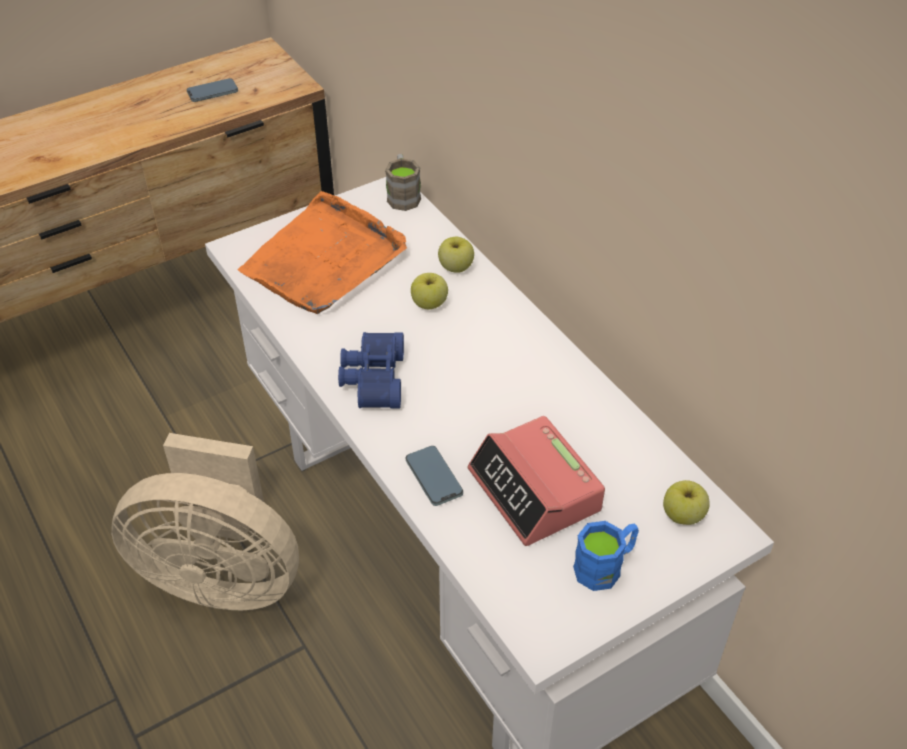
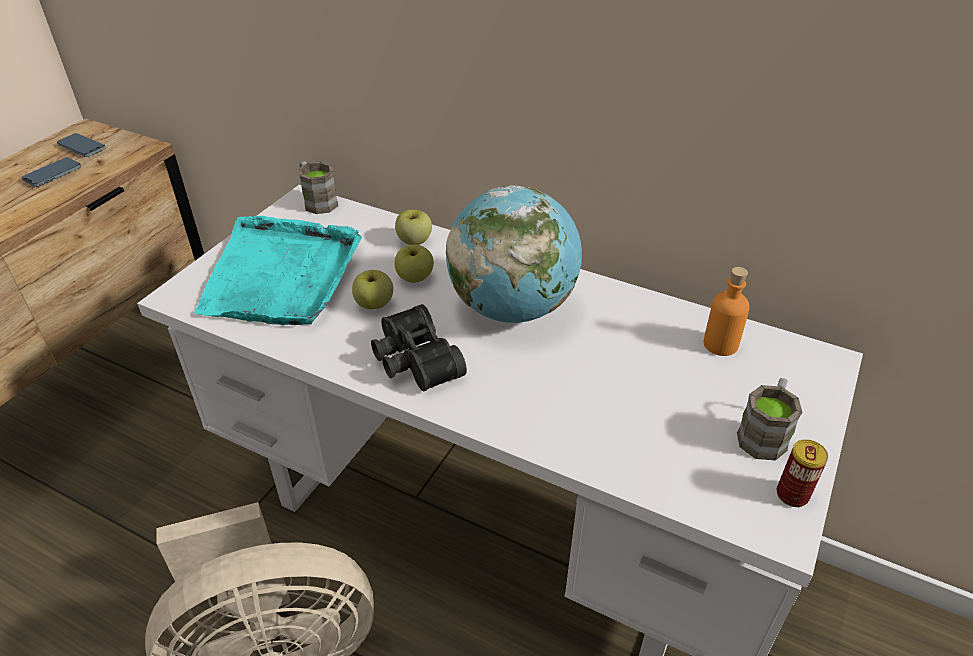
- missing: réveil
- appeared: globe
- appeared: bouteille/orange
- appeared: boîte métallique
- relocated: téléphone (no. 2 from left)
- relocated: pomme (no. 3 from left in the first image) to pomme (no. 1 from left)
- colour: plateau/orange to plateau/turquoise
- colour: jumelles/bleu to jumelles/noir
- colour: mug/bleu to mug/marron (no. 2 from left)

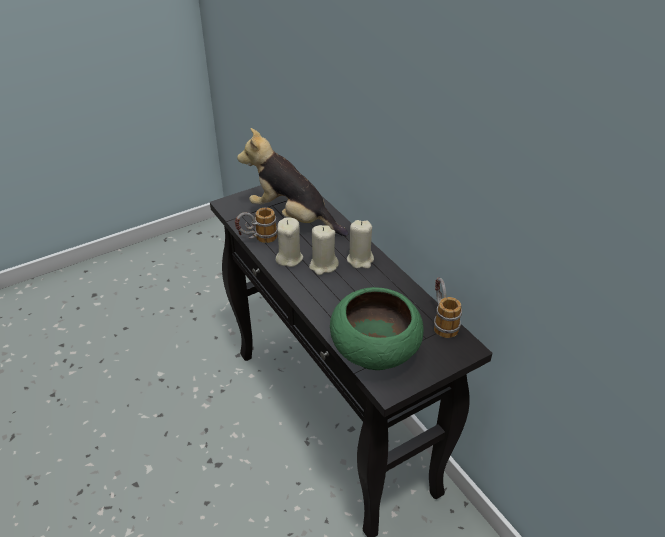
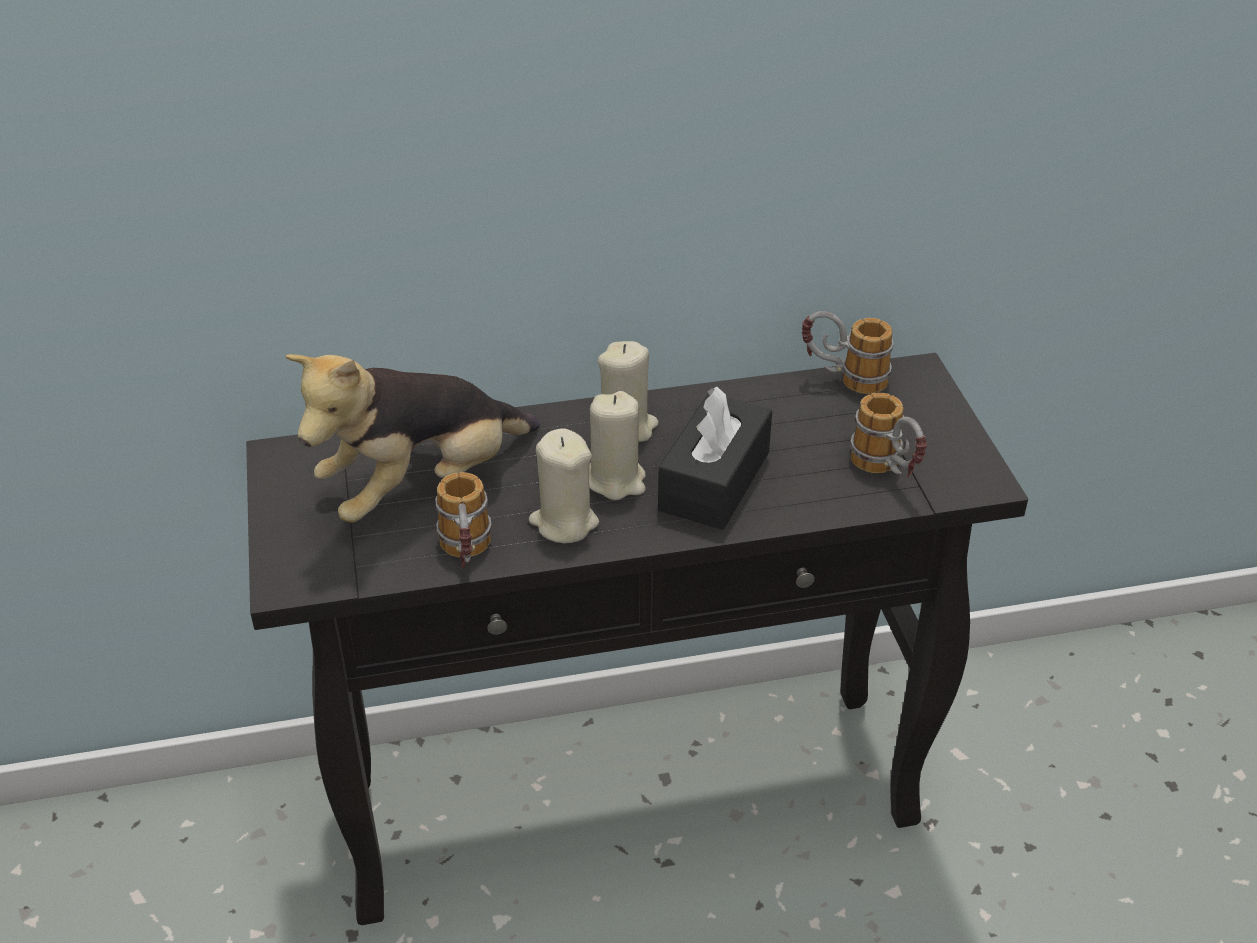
- appeared: boîte à mouchoirs/noir
- exchanged: bol/vert to mug (no. 3 from left)

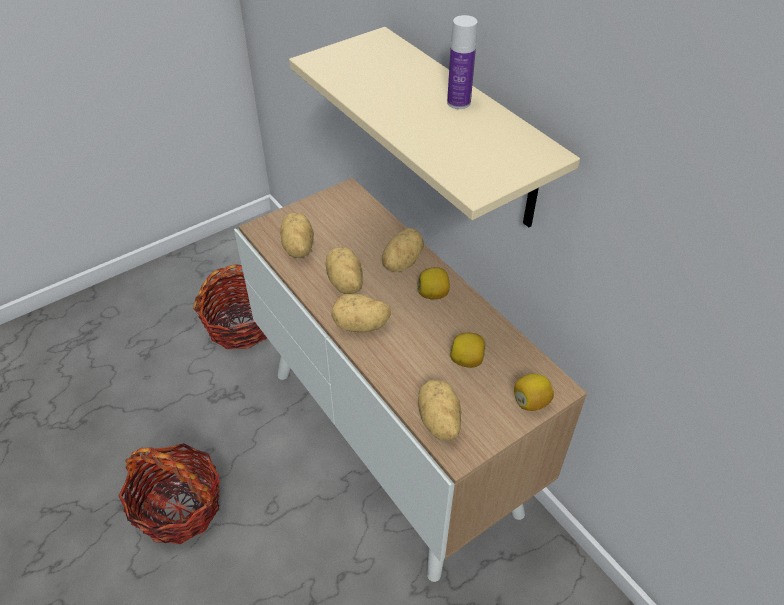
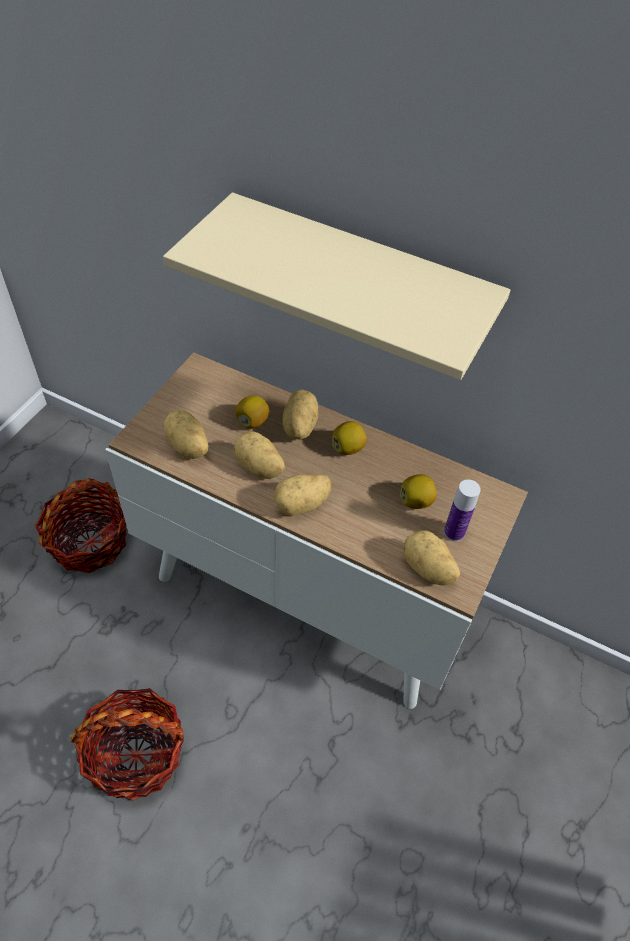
- relocated: bouteille
- relocated: citron (no. 3 from left in the first image) to citron (no. 1 from left)

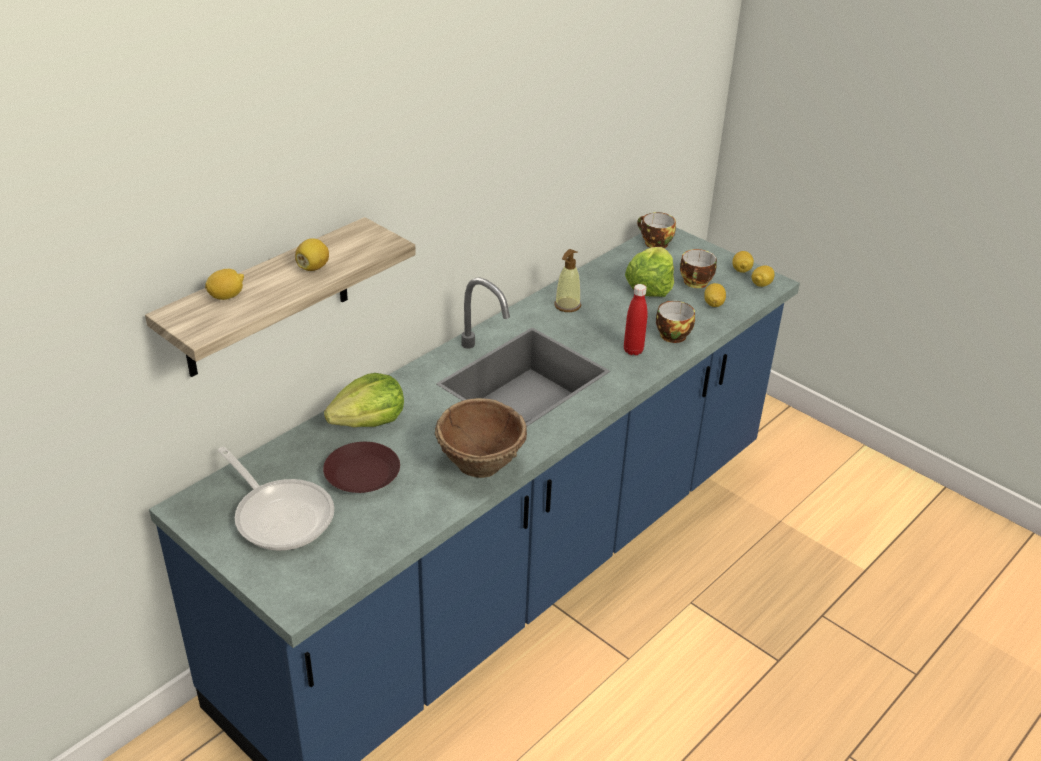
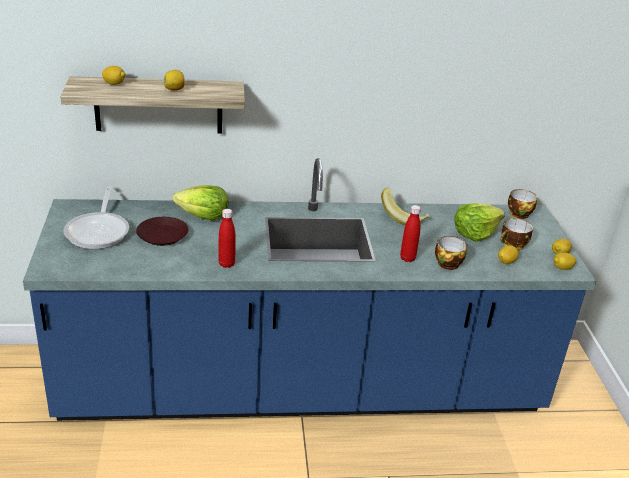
- exchanged: bol/marron to bouteille/rouge (no. 1 from left)
- exchanged: distributeur de savon to banane

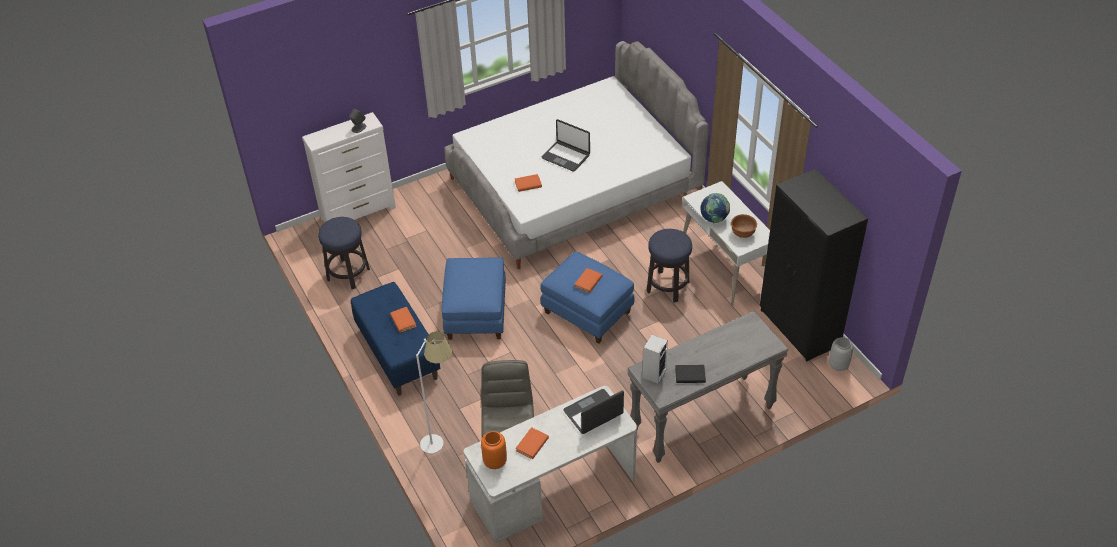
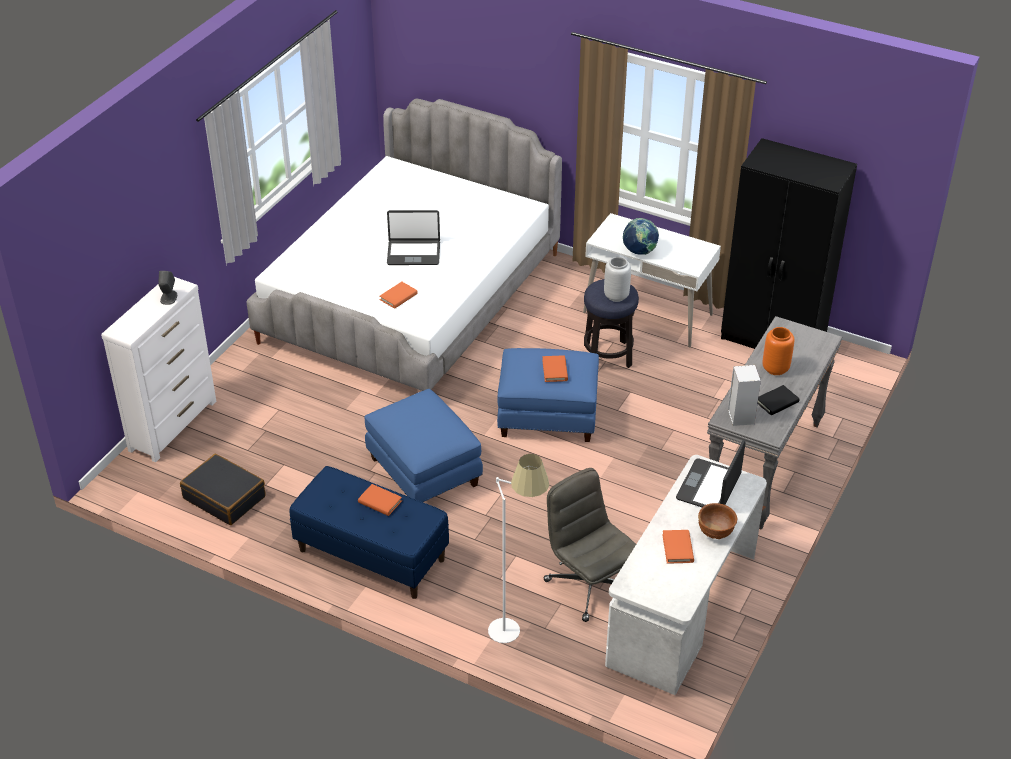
- relocated: vase/orange
- relocated: bol/marron
- relocated: vase/gris
- exchanged: tabouret (no. 1 from left) to valise/noir

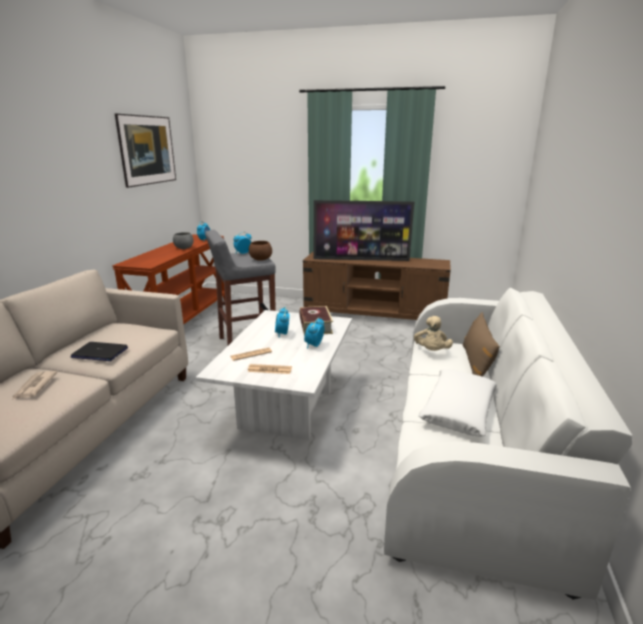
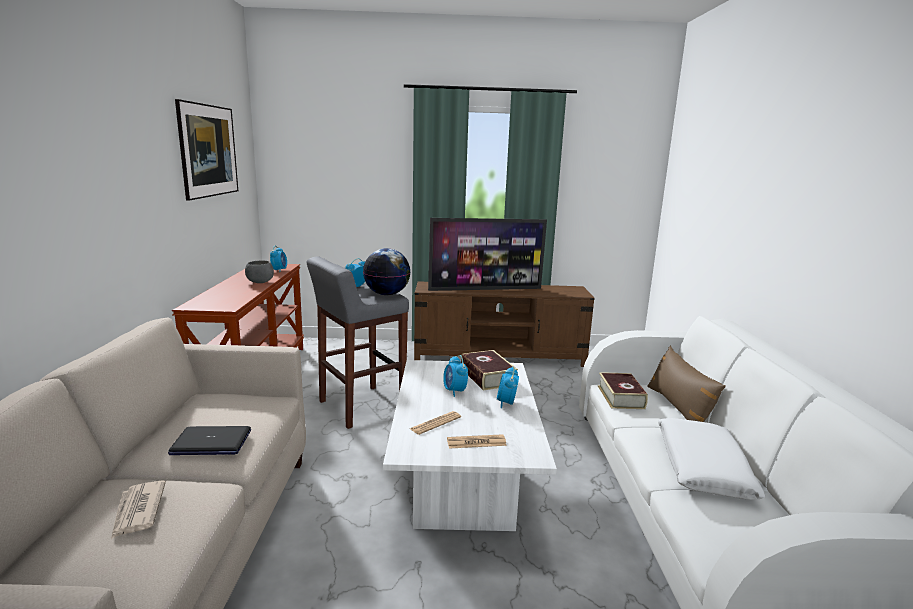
- exchanged: bol/marron to globe
- exchanged: peluche/beige to livre (no. 2 from left)

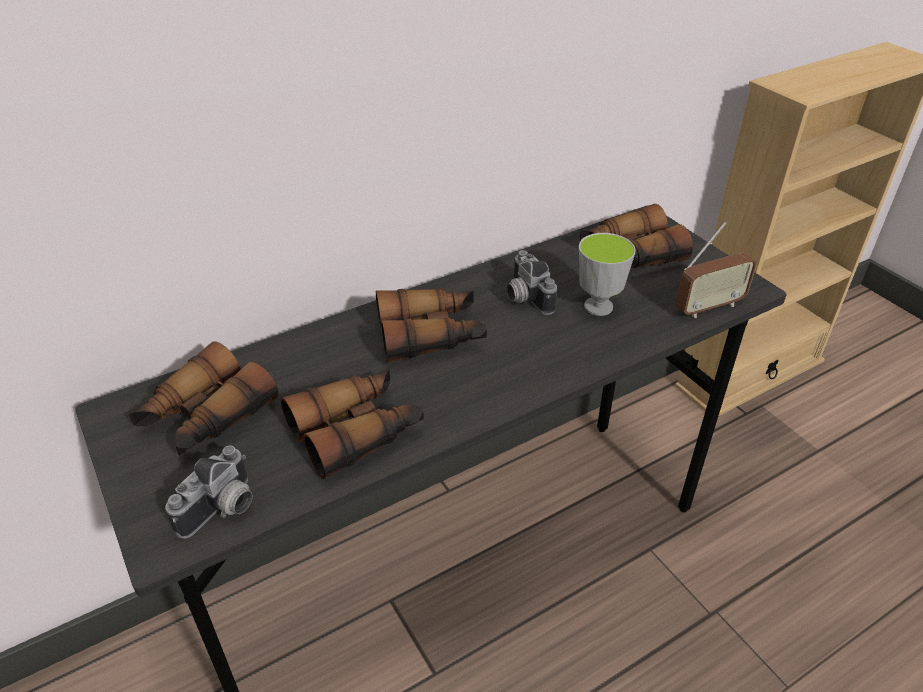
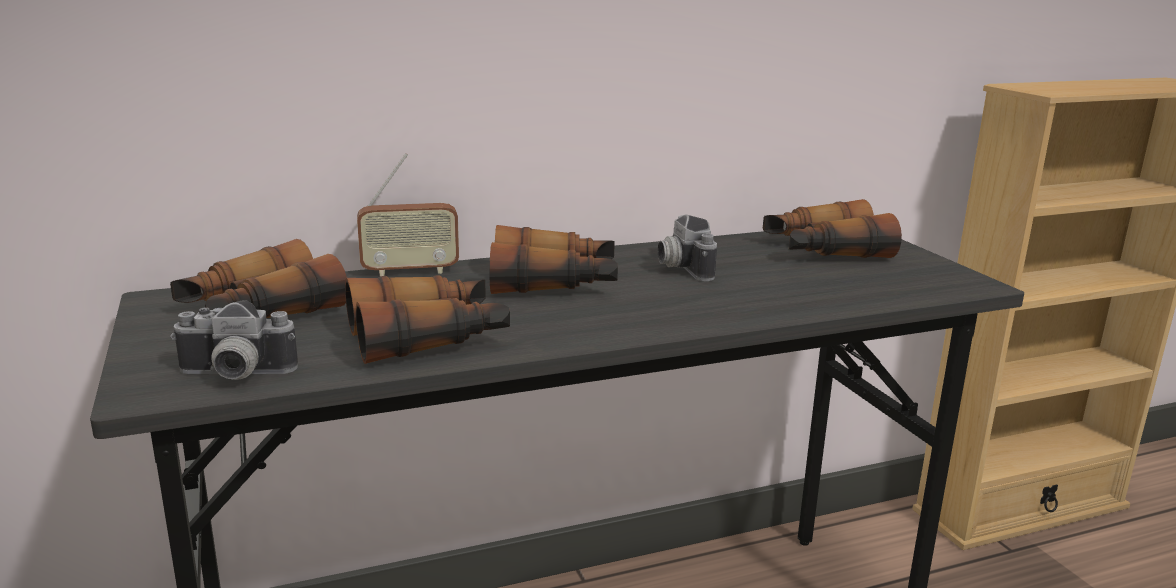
- missing: tasse
- relocated: radio
- spun: appareil photo (no. 1 from left) 45 degrees clockwise

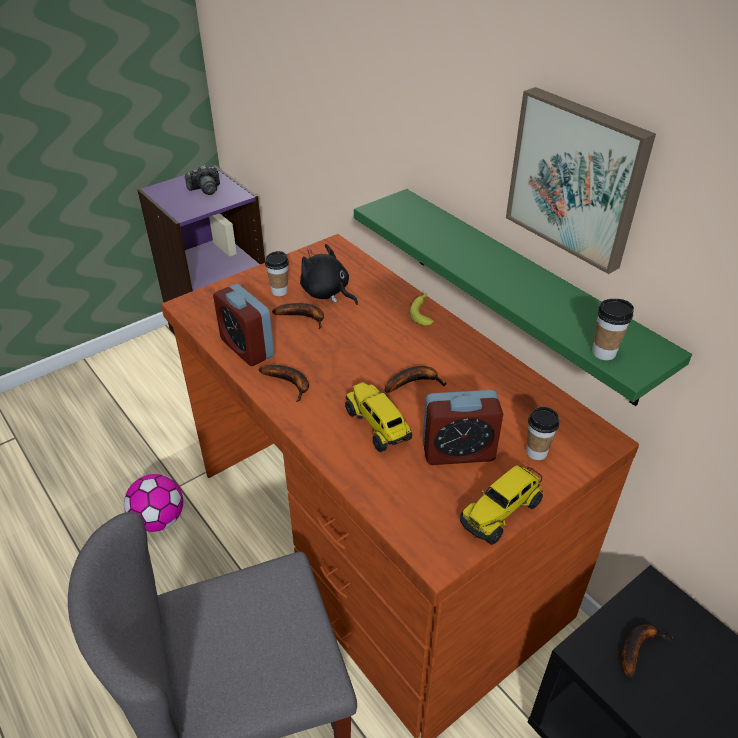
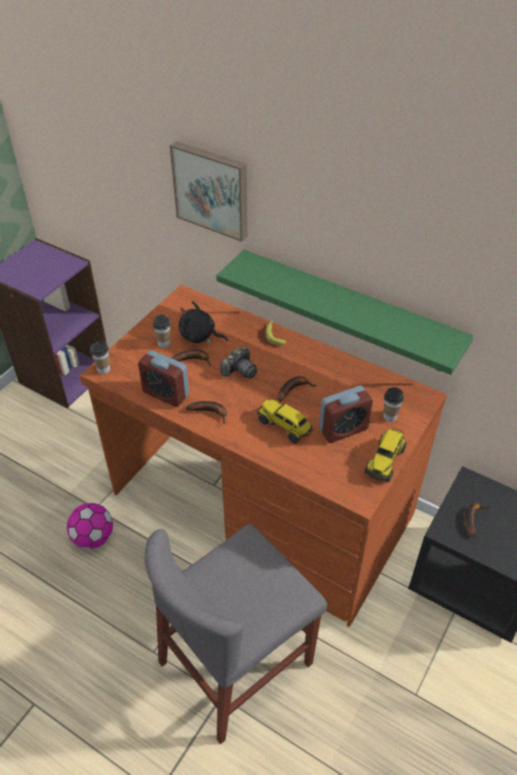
- relocated: appareil photo
- relocated: tableau
- relocated: tasse (no. 3 from left in the first image) to tasse (no. 1 from left)

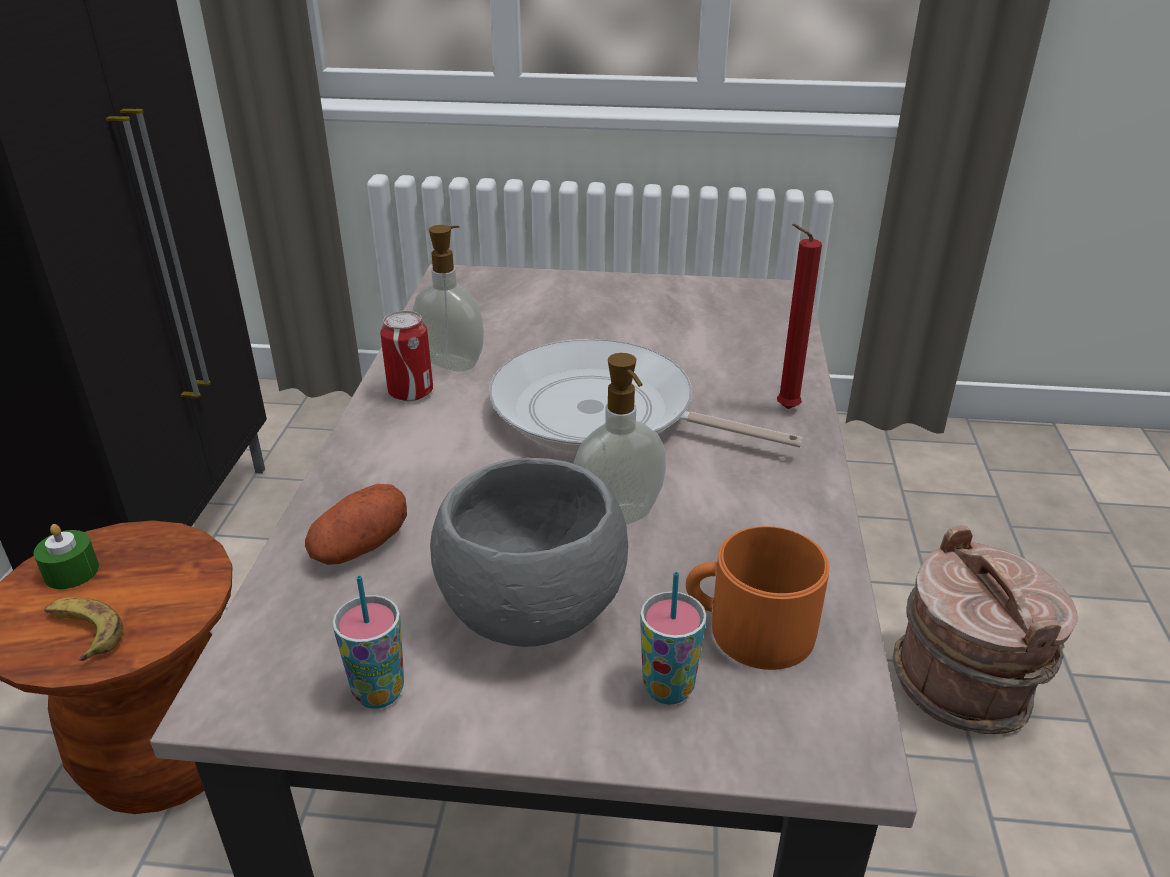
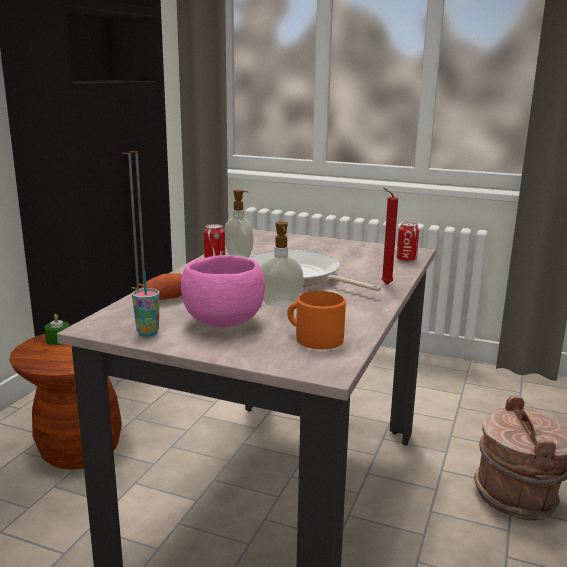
- missing: banane
- missing: tasse (no. 2 from left)
- appeared: boîte métallique (no. 2 from left)
- colour: bol/gris to bol/rose

